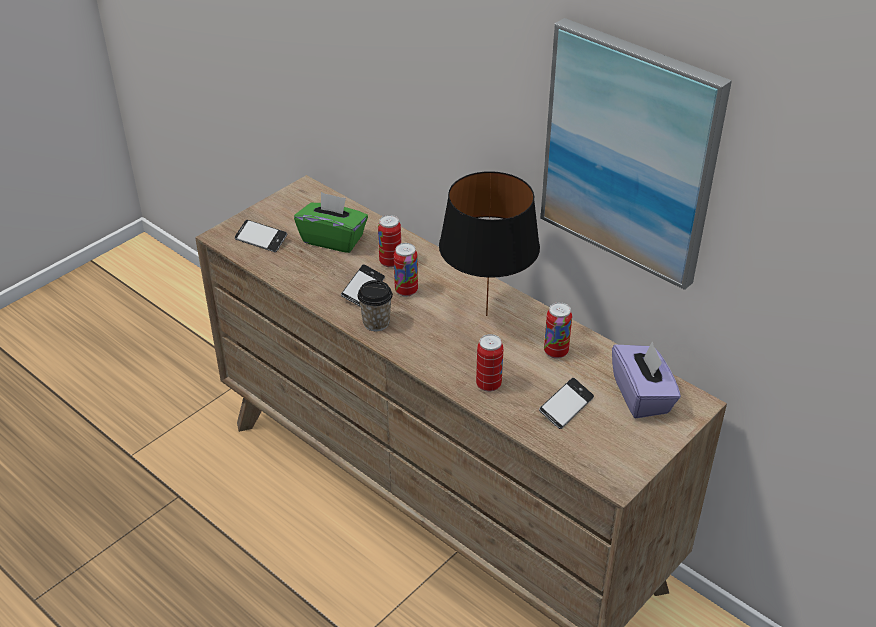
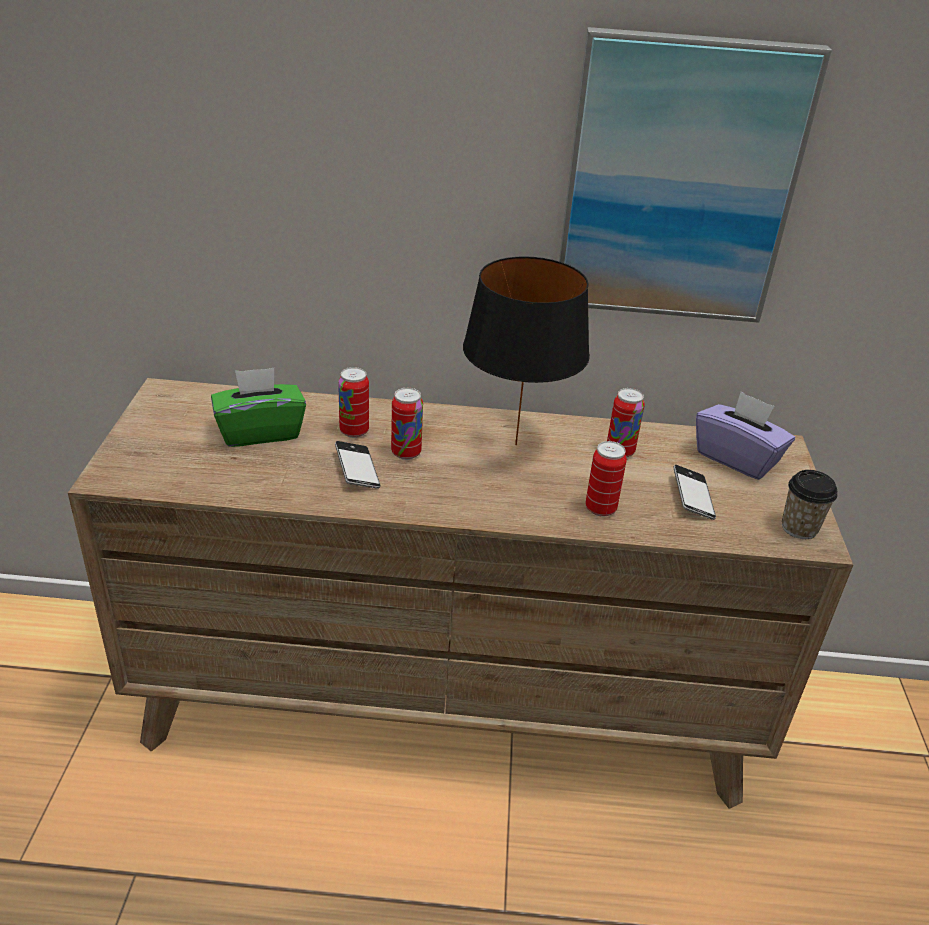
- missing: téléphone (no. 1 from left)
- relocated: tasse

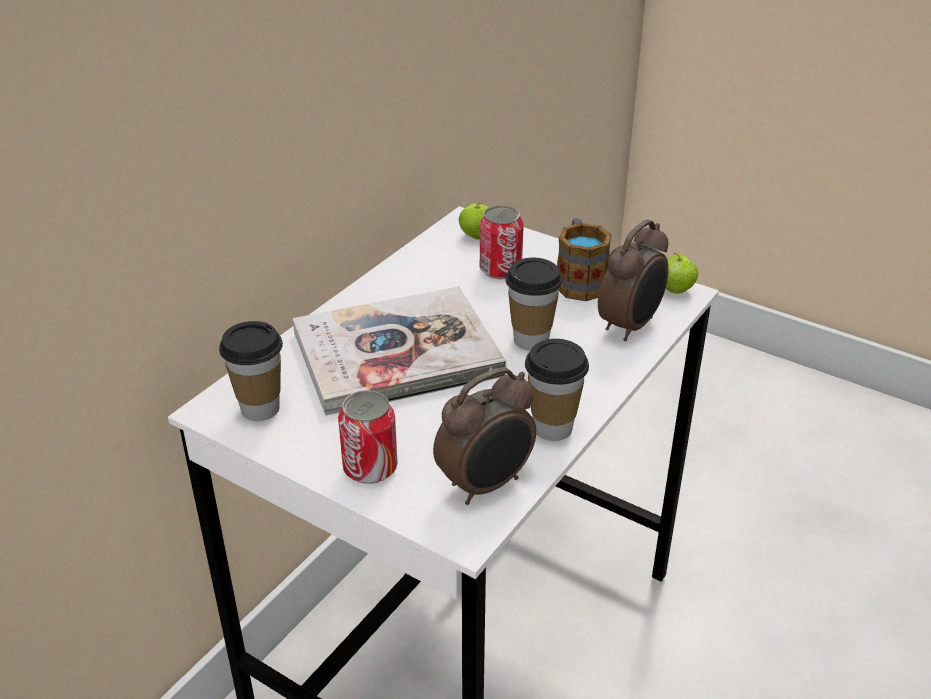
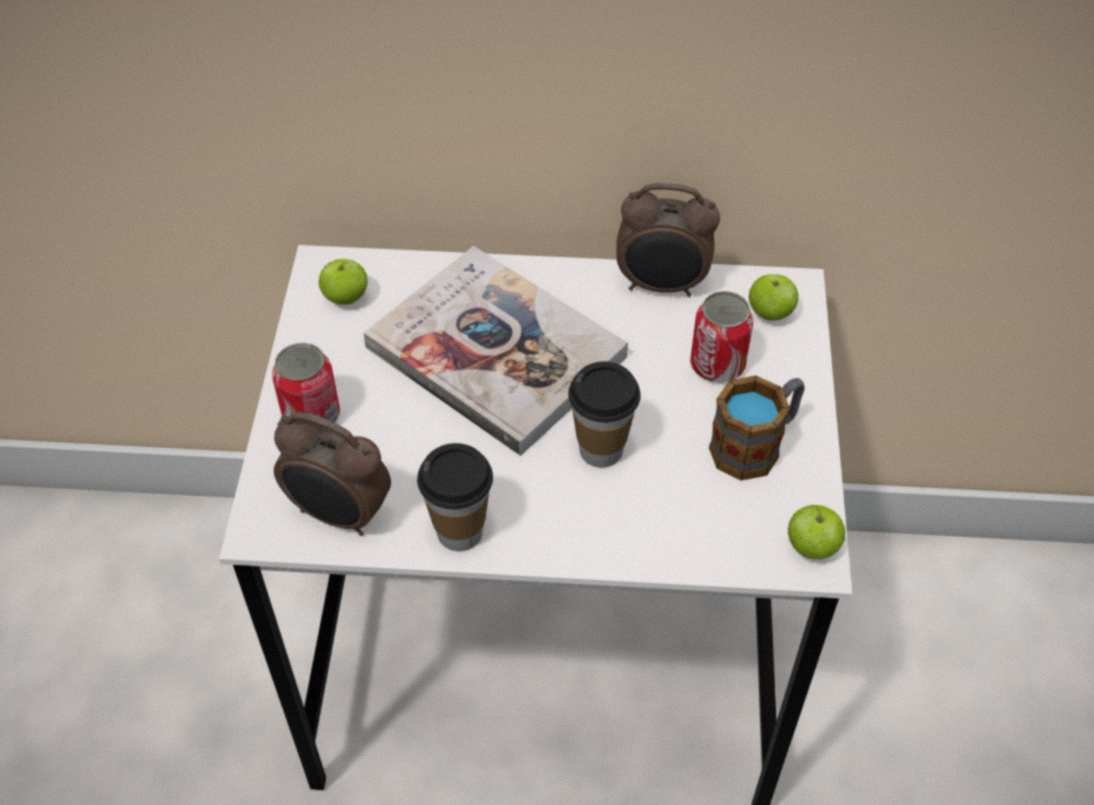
- relocated: réveil (no. 2 from left)
- exchanged: tasse (no. 1 from left) to pomme (no. 1 from left)

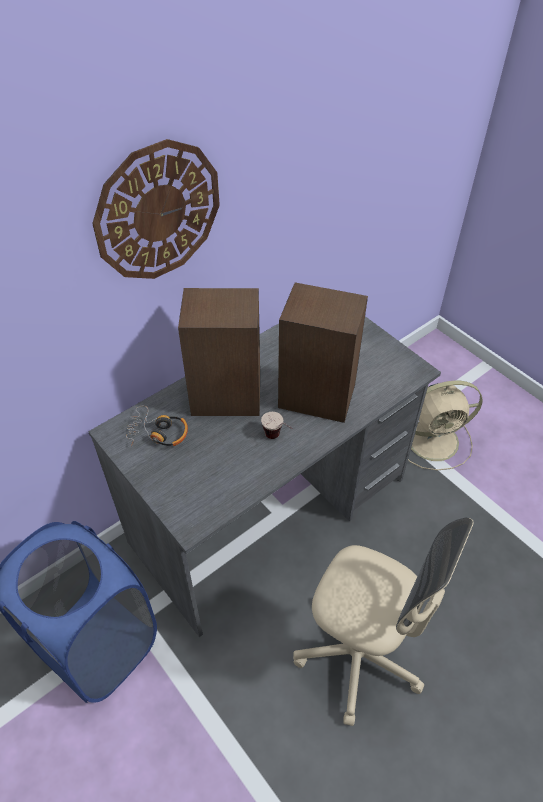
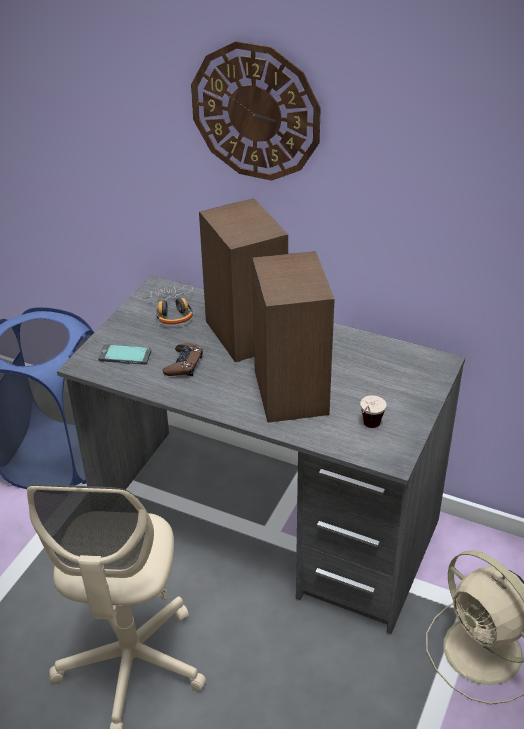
- appeared: téléphone
- appeared: manette/marron
- relocated: tasse

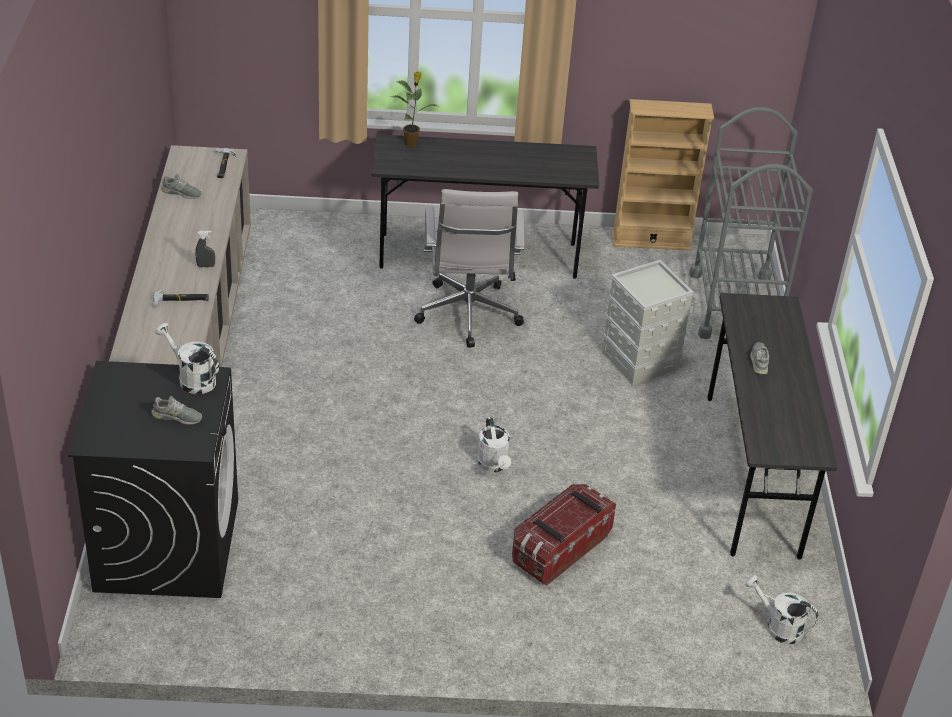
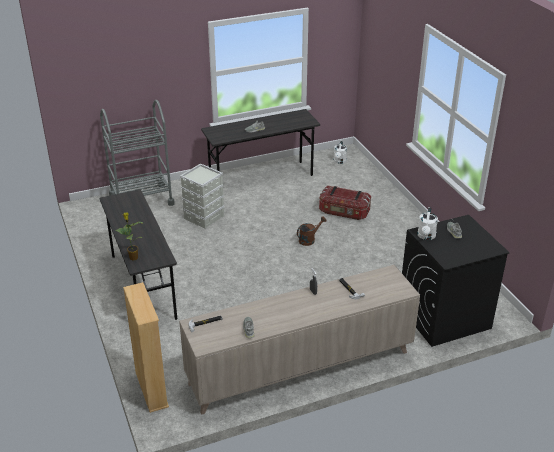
- missing: chaise de bureau/blanc
- relocated: bibliothèque/beige
- colour: arrosoir/blanc (no. 2 from left) to arrosoir/marron

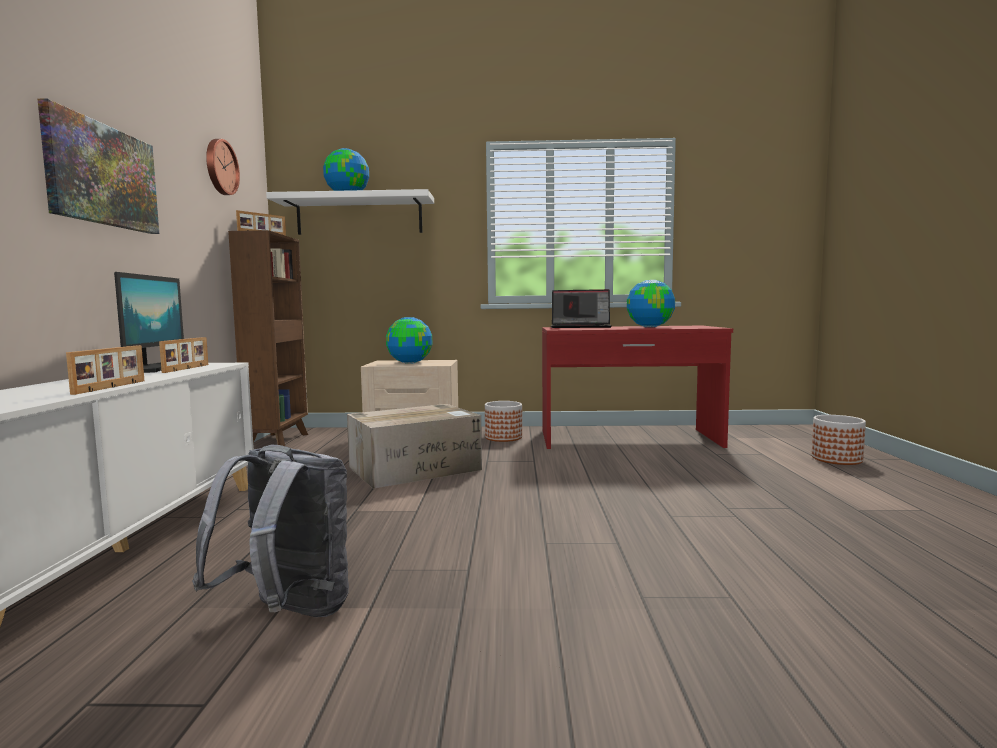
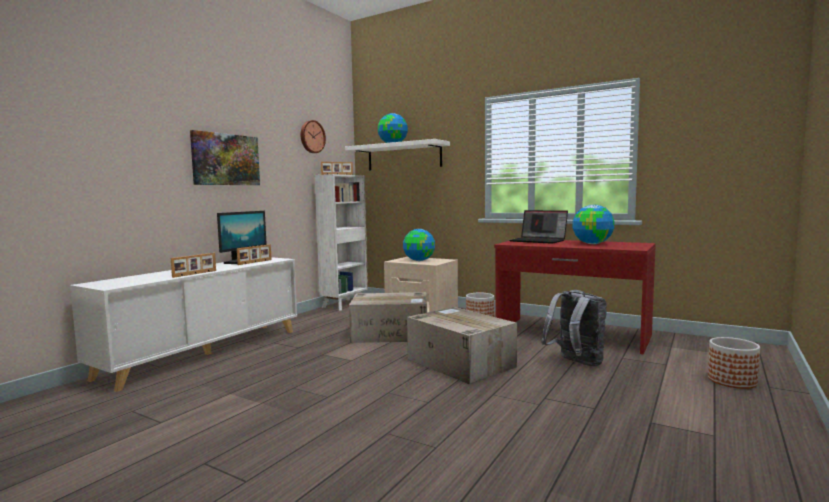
- appeared: carton (no. 2 from left)
- relocated: sac à dos/gris
- colour: bibliothèque/marron to bibliothèque/blanc

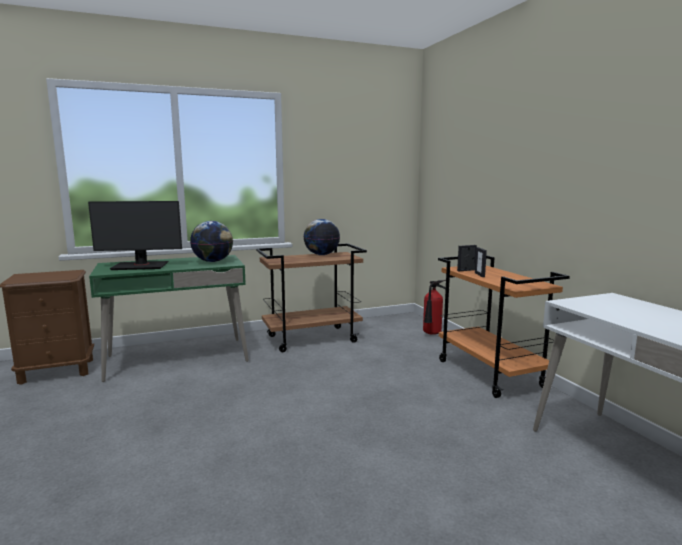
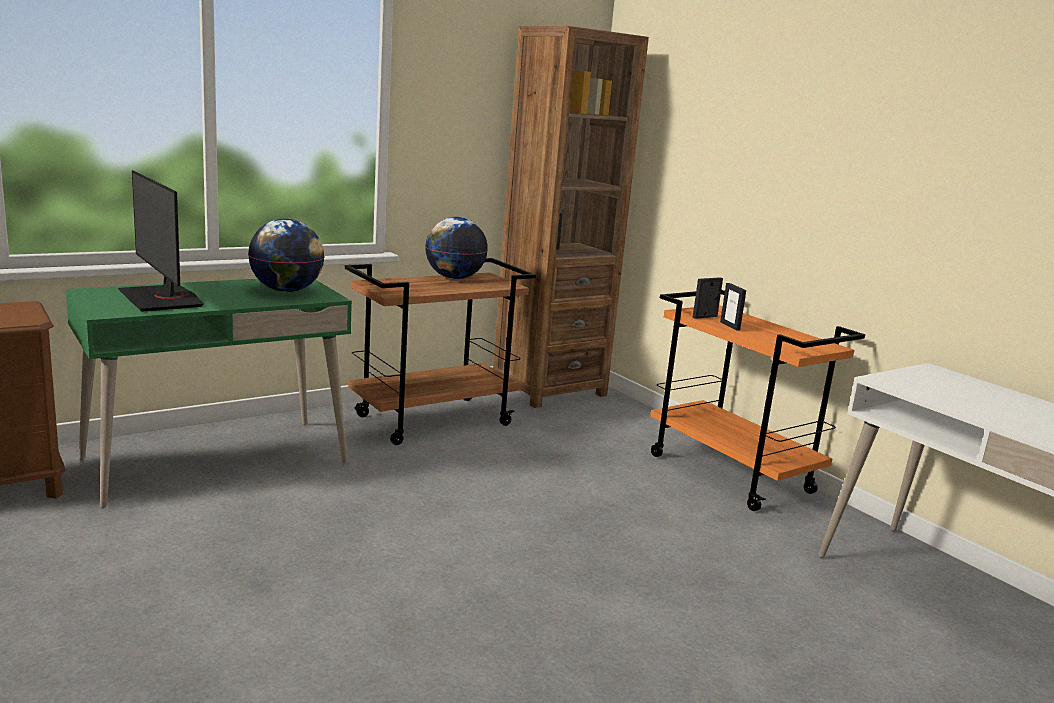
- missing: extincteur
- appeared: bibliothèque/marron
- spun: écran d'ordinateur 75 degrees clockwise

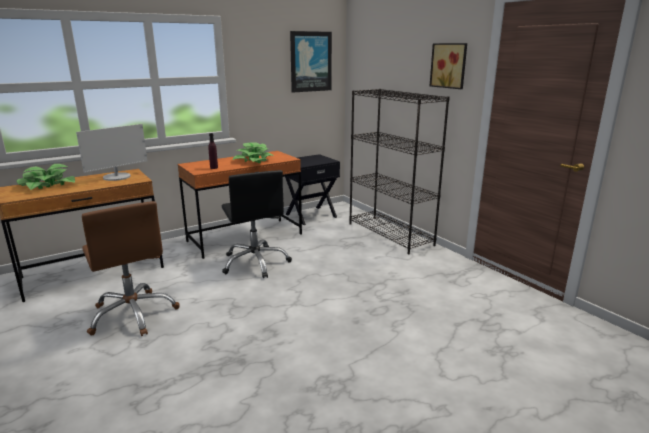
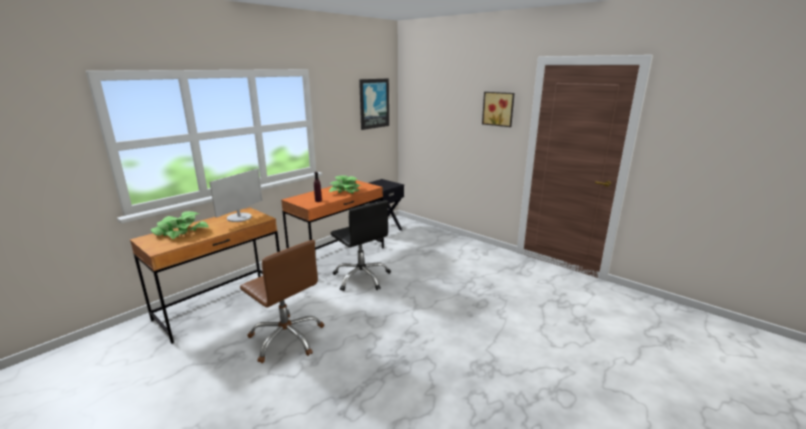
- missing: bibliothèque/noir

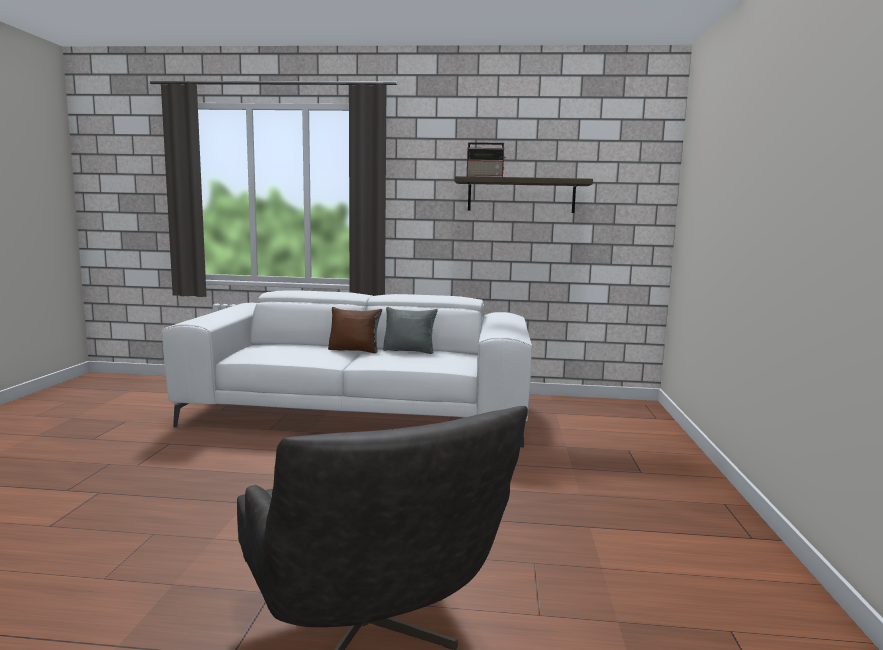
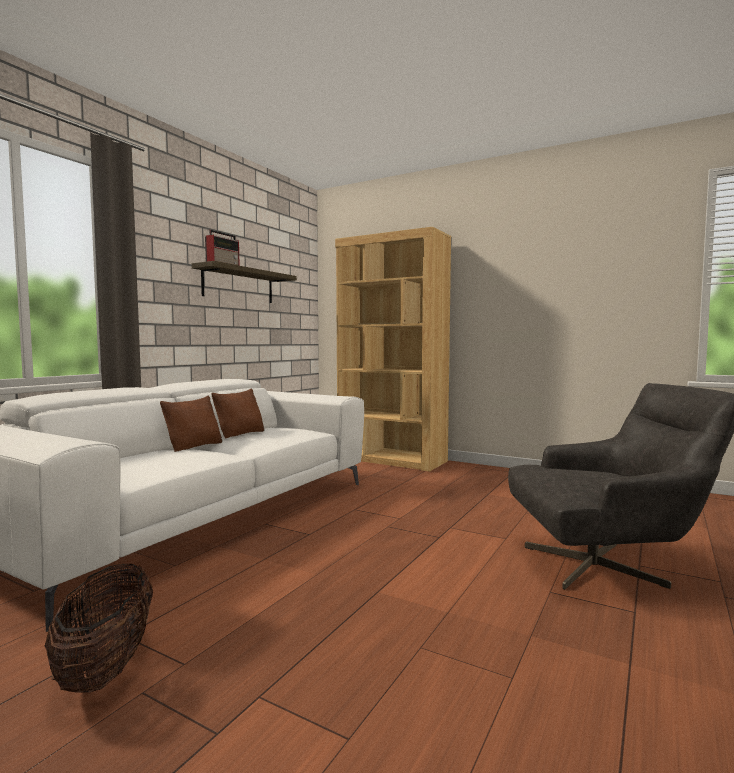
- appeared: panier
- appeared: bibliothèque/marron
- colour: coussin/gris to coussin/marron (no. 2 from left)

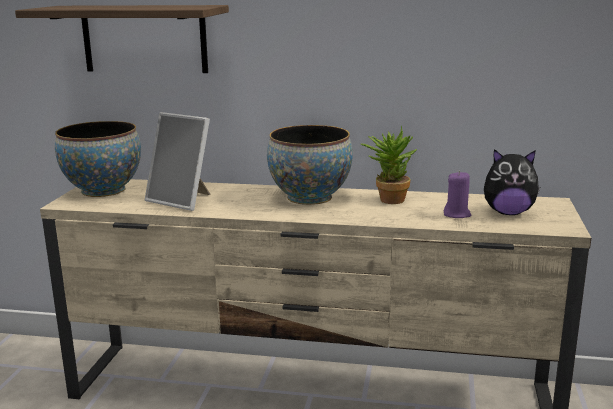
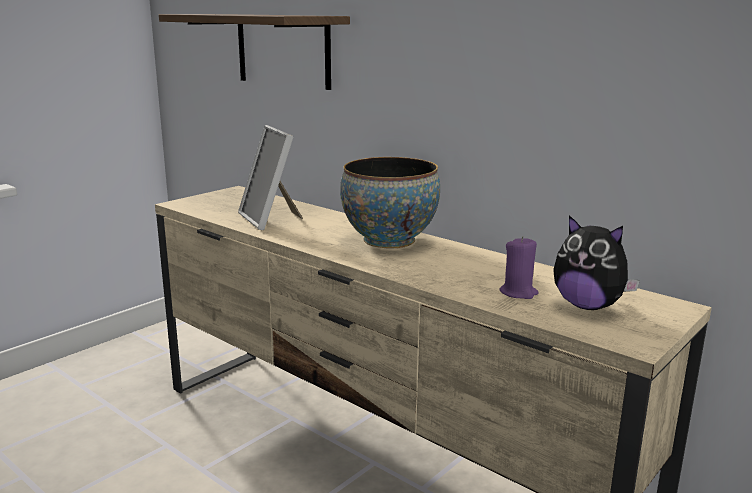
- missing: bol (no. 1 from left)
- missing: plante en pot

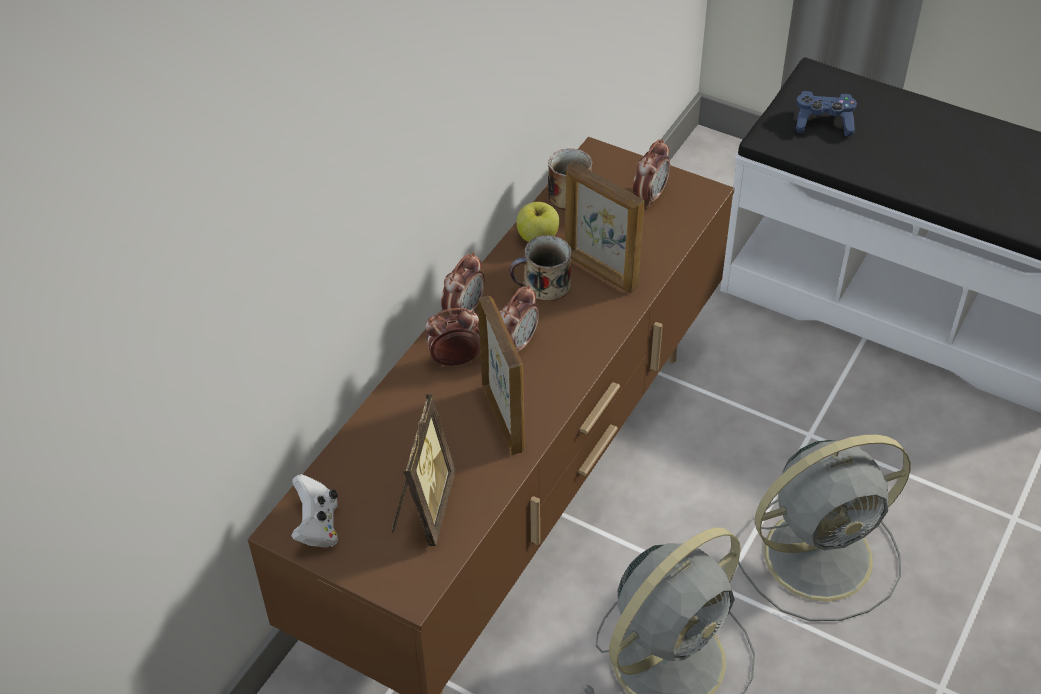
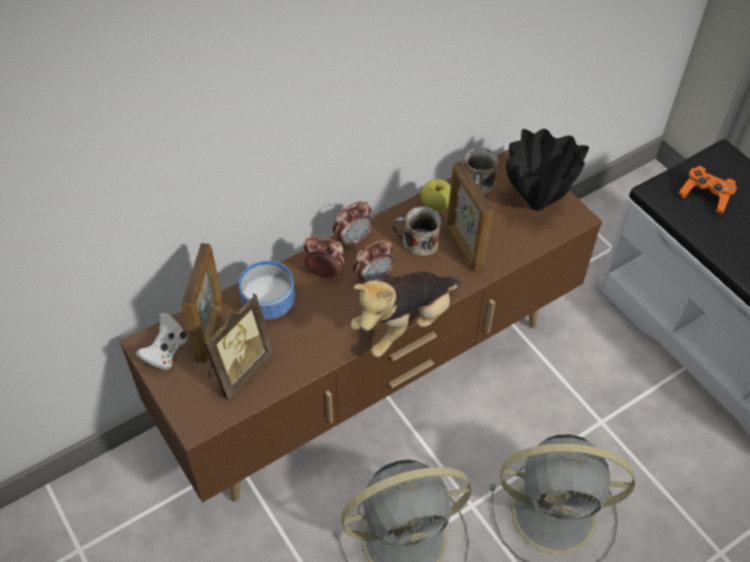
- appeared: bol
- appeared: peluche
- relocated: cadre photo (no. 2 from left in the first image) to cadre photo (no. 1 from left)
- exchanged: réveil (no. 4 from left) to vase/noir
- colour: manette/bleu to manette/orange

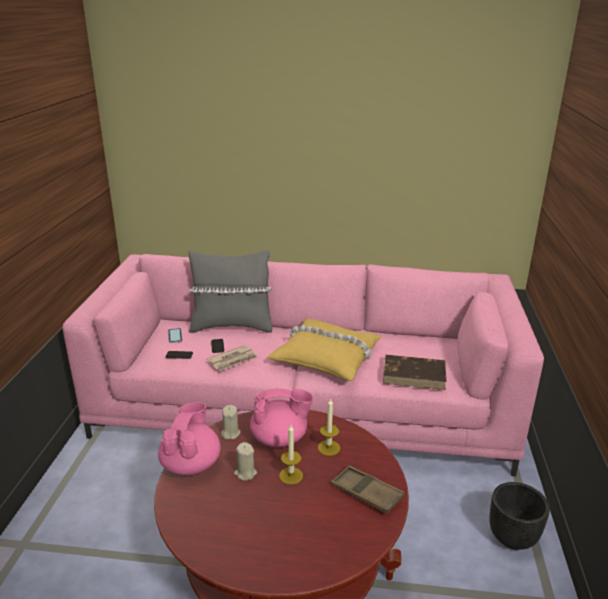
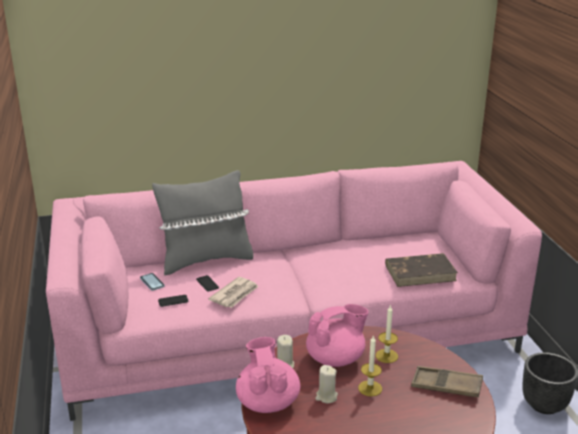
- missing: coussin/jaune

